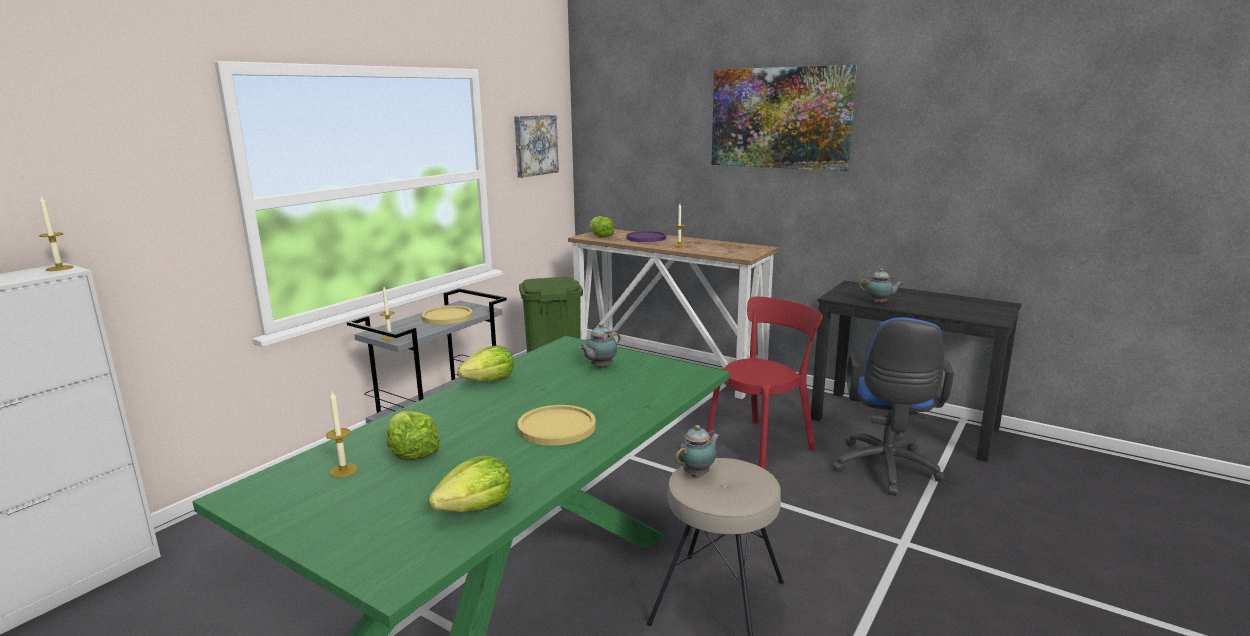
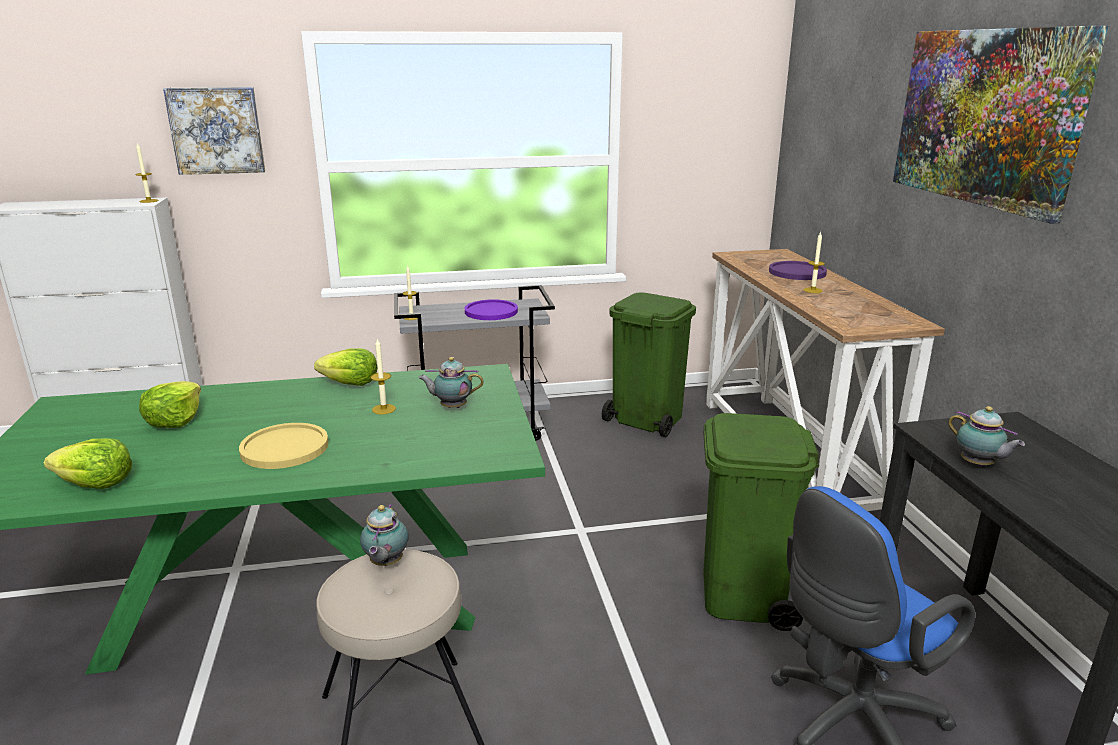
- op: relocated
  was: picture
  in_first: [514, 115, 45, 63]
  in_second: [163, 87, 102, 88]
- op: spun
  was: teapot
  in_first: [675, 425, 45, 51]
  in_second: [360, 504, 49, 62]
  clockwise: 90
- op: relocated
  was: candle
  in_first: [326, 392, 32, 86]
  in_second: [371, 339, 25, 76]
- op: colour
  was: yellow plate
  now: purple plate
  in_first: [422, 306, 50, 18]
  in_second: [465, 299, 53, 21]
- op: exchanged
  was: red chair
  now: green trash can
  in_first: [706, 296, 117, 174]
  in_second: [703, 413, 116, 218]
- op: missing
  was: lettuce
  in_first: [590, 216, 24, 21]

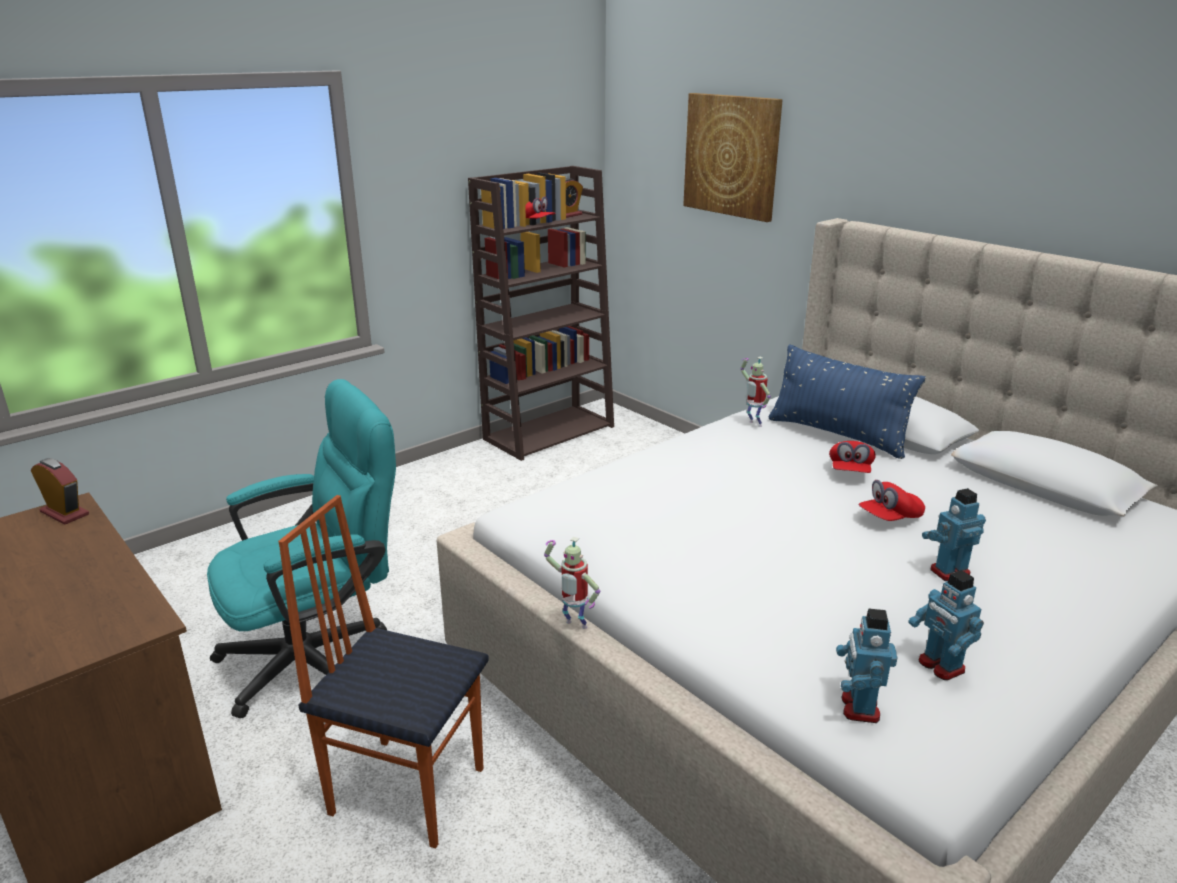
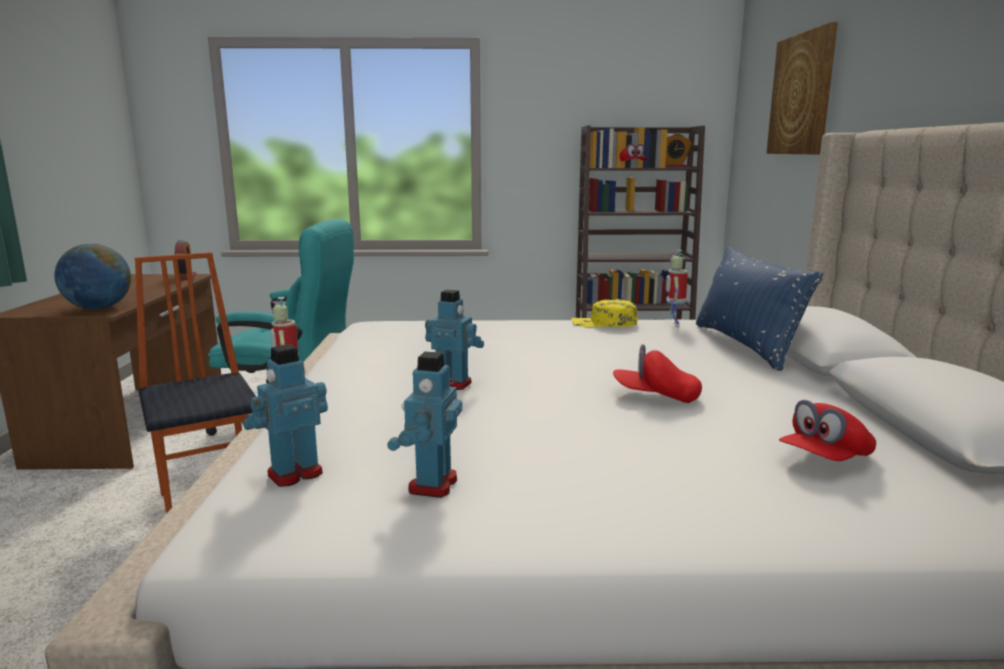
- op: appeared
  now: globe
  in_second: [54, 244, 77, 66]
- op: relocated
  was: toy robot
  in_first: [922, 488, 64, 93]
  in_second: [425, 289, 59, 101]
- op: appeared
  now: yellow cap
  in_second: [571, 299, 66, 28]
- op: relocated
  was: red cap
  in_first: [829, 441, 47, 32]
  in_second: [779, 400, 97, 61]

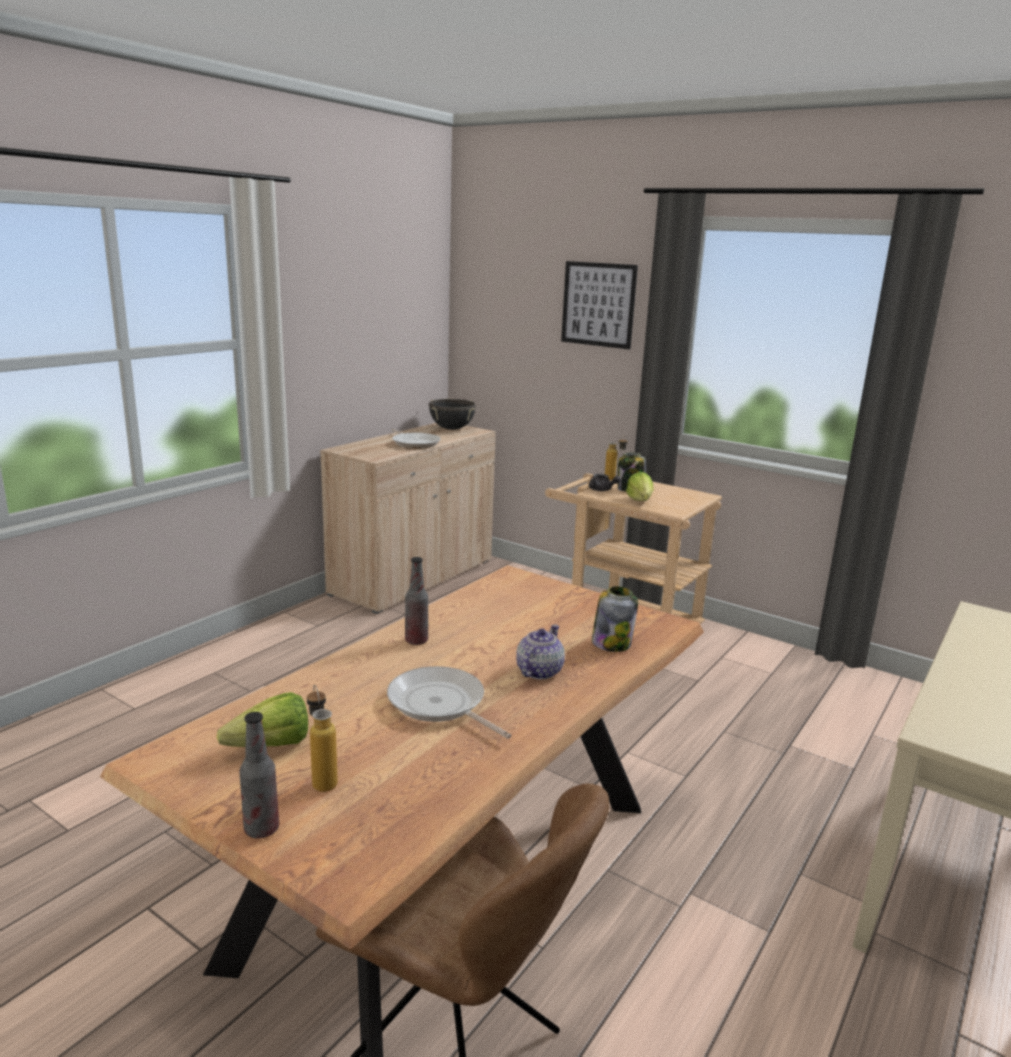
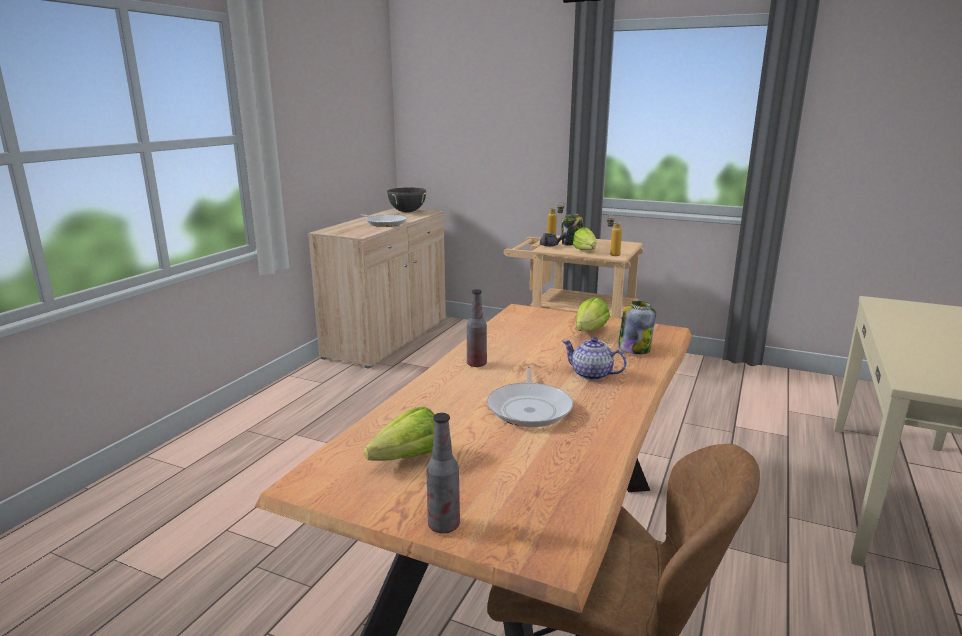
- op: spun
  was: frying pan
  in_first: [387, 666, 125, 73]
  in_second: [487, 366, 86, 61]
  clockwise: -120
- op: spun
  was: teapot
  in_first: [516, 625, 49, 54]
  in_second: [562, 337, 65, 44]
  clockwise: -75
- op: appeared
  now: lettuce
  in_second: [576, 297, 34, 34]
- op: relocated
  was: bottle
  in_first: [307, 685, 31, 107]
  in_second: [607, 214, 15, 42]
- op: missing
  was: picture
  in_first: [561, 261, 77, 88]

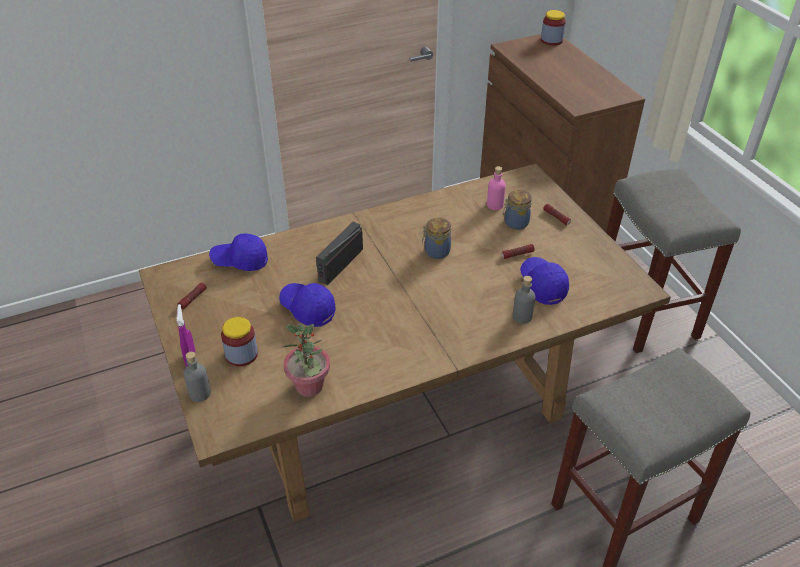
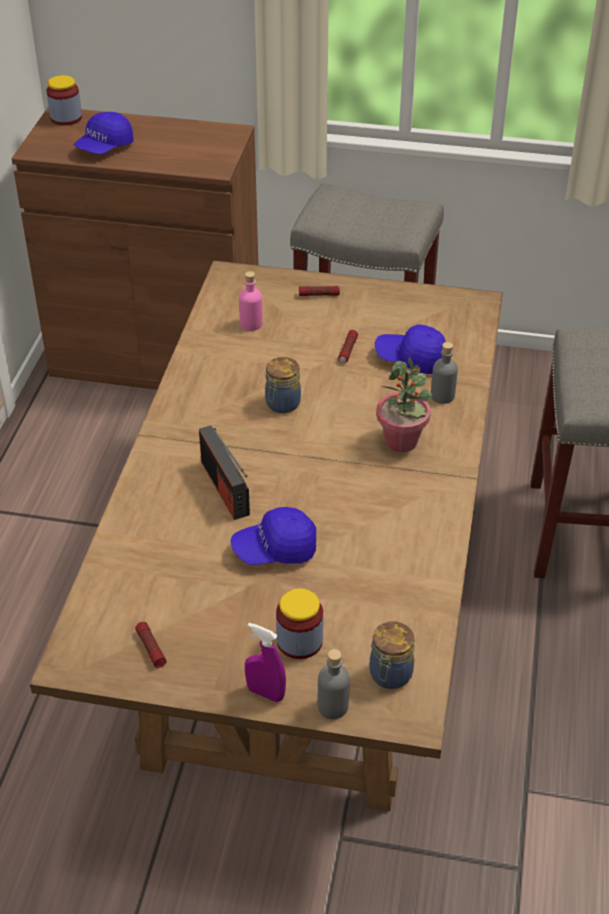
- op: relocated
  was: blue cap
  in_first: [209, 233, 59, 38]
  in_second: [74, 112, 60, 42]
- op: relocated
  was: jar
  in_first: [503, 190, 29, 40]
  in_second: [369, 621, 45, 68]
- op: relocated
  was: potted plant
  in_first: [281, 324, 49, 73]
  in_second: [376, 358, 56, 94]

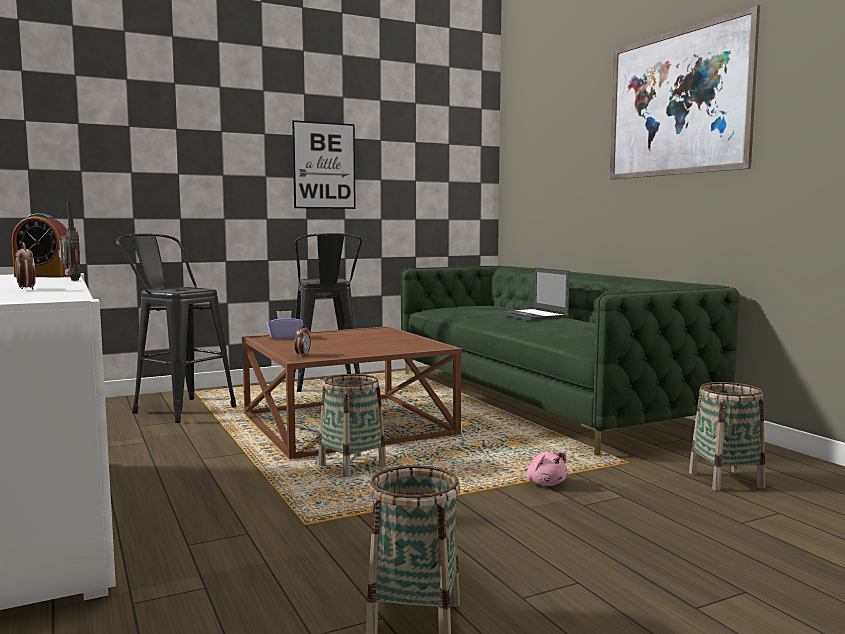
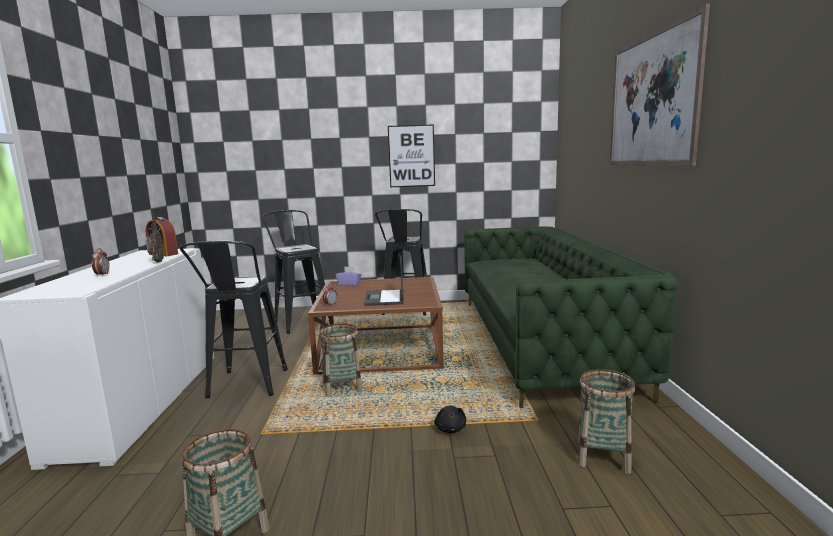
- op: appeared
  now: black stool
  in_second: [180, 241, 108, 157]
- op: relocated
  was: laptop
  in_first: [499, 267, 71, 53]
  in_second: [364, 255, 40, 51]
- op: colour
  was: pink plush toy
  now: black plush toy
  in_first: [525, 451, 43, 35]
  in_second: [435, 405, 31, 28]

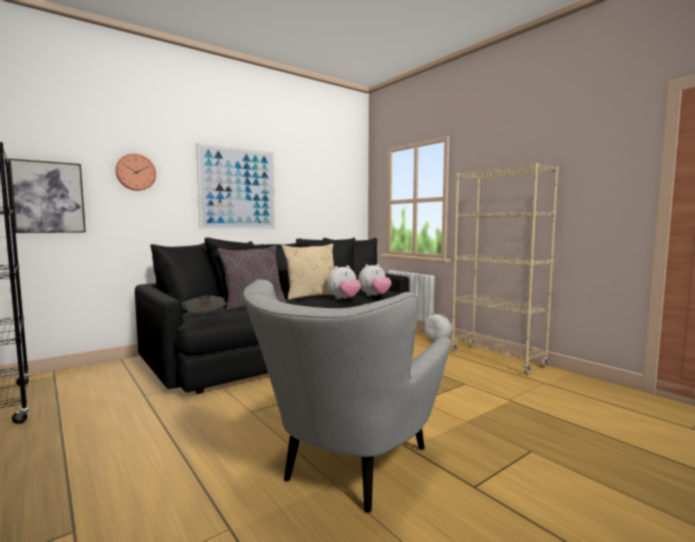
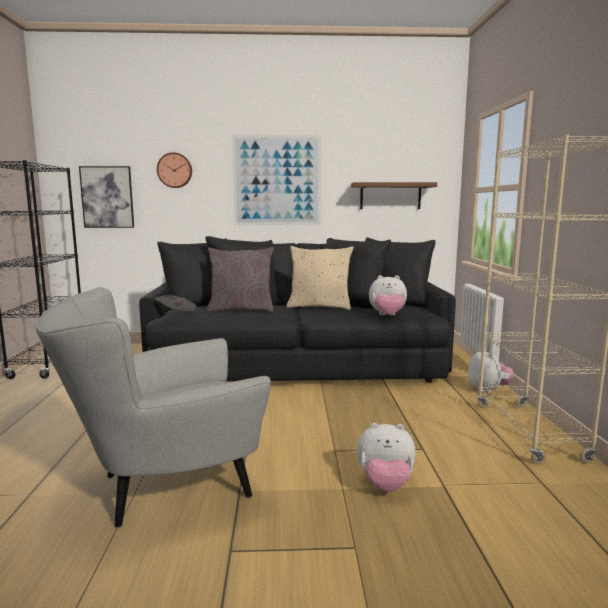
- op: appeared
  now: brown shelf
  in_second: [351, 182, 86, 27]
- op: relocated
  was: plush toy
  in_first: [327, 265, 34, 34]
  in_second: [357, 423, 58, 69]

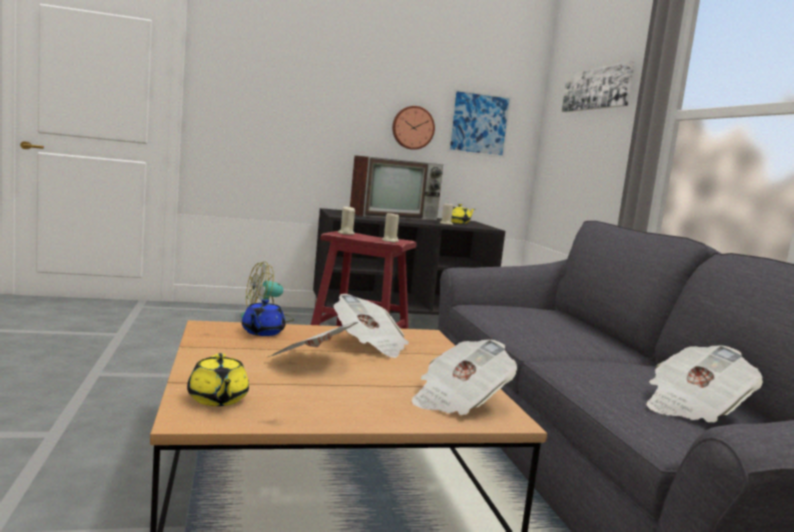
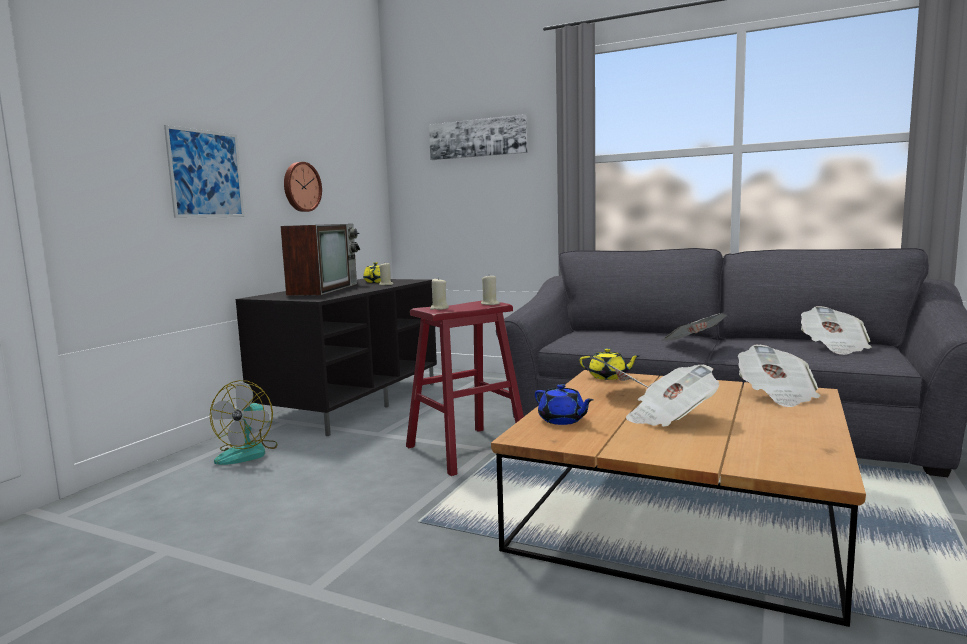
- op: relocated
  was: picture
  in_first: [447, 89, 65, 69]
  in_second: [164, 125, 80, 93]
- op: relocated
  was: yellow teapot
  in_first: [187, 353, 62, 53]
  in_second: [579, 348, 62, 32]
- op: appeared
  now: newspaper
  in_second: [662, 313, 65, 28]

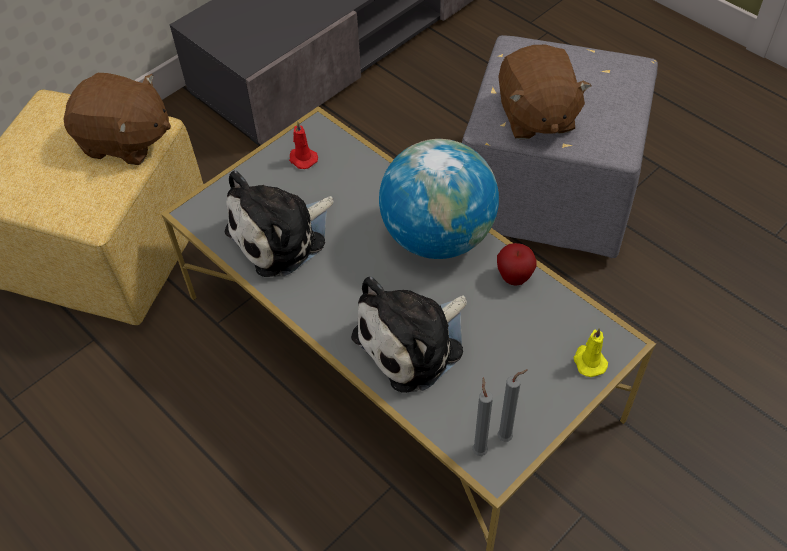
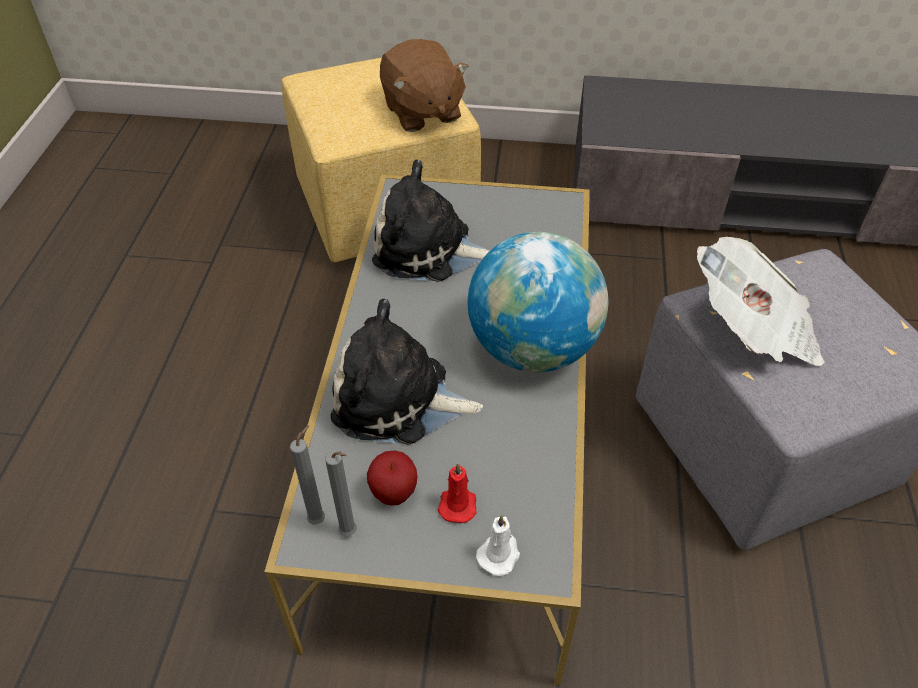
- op: relocated
  was: apple
  in_first: [497, 243, 40, 43]
  in_second: [367, 450, 50, 56]
- op: relocated
  was: red candle
  in_first: [289, 121, 29, 48]
  in_second: [438, 463, 39, 60]
- op: colour
  was: yellow candle
  now: white candle
  in_first: [574, 328, 34, 49]
  in_second: [476, 515, 44, 61]
- op: exchanged
  was: brown plush toy
  now: newspaper
  in_first: [498, 45, 93, 95]
  in_second: [697, 237, 128, 129]

